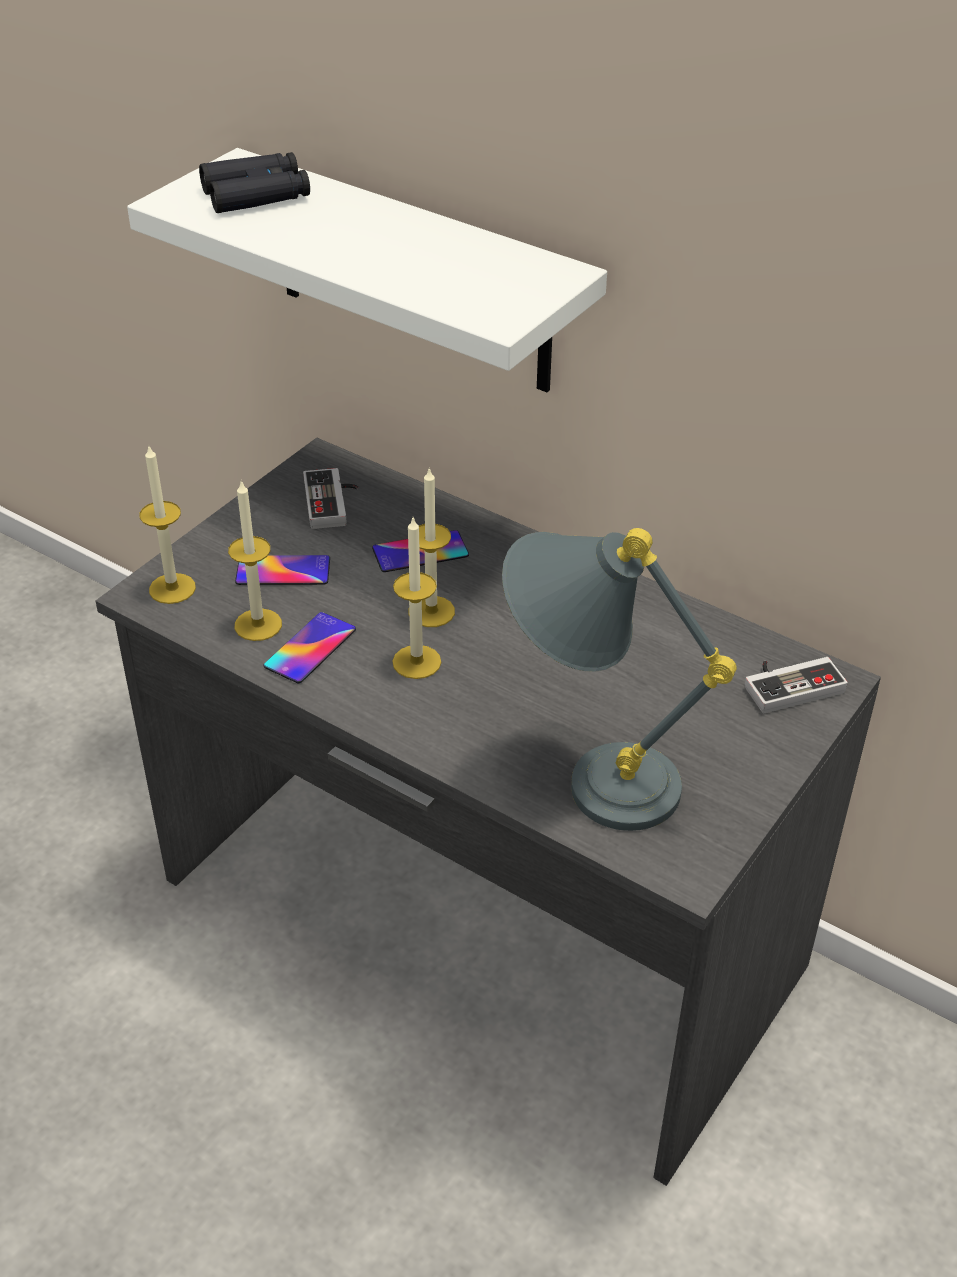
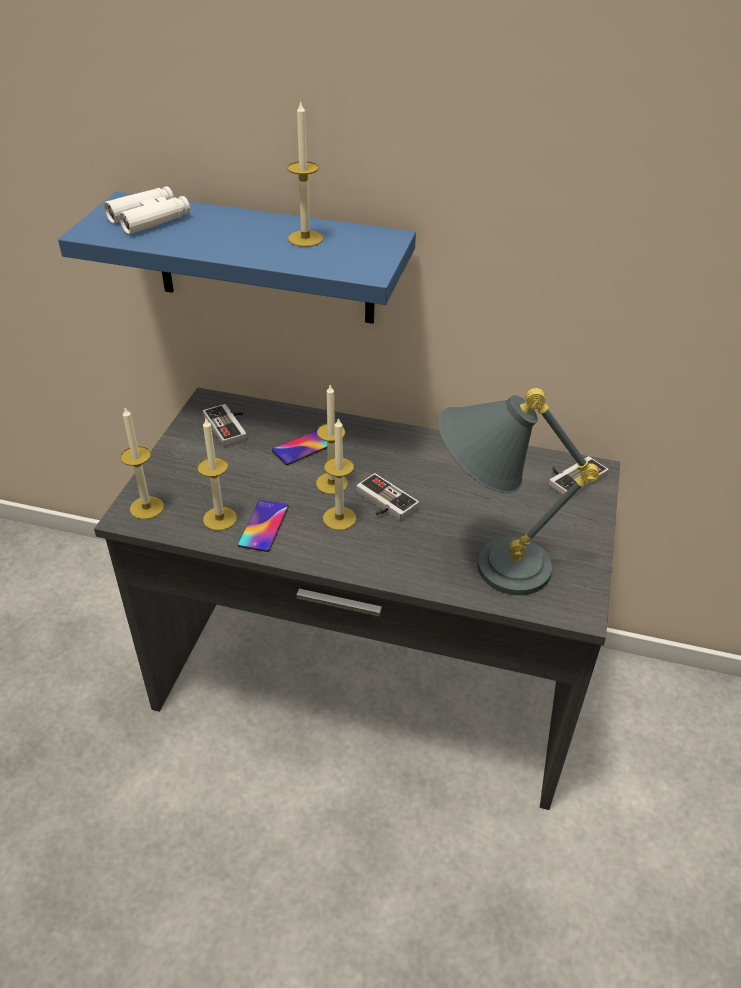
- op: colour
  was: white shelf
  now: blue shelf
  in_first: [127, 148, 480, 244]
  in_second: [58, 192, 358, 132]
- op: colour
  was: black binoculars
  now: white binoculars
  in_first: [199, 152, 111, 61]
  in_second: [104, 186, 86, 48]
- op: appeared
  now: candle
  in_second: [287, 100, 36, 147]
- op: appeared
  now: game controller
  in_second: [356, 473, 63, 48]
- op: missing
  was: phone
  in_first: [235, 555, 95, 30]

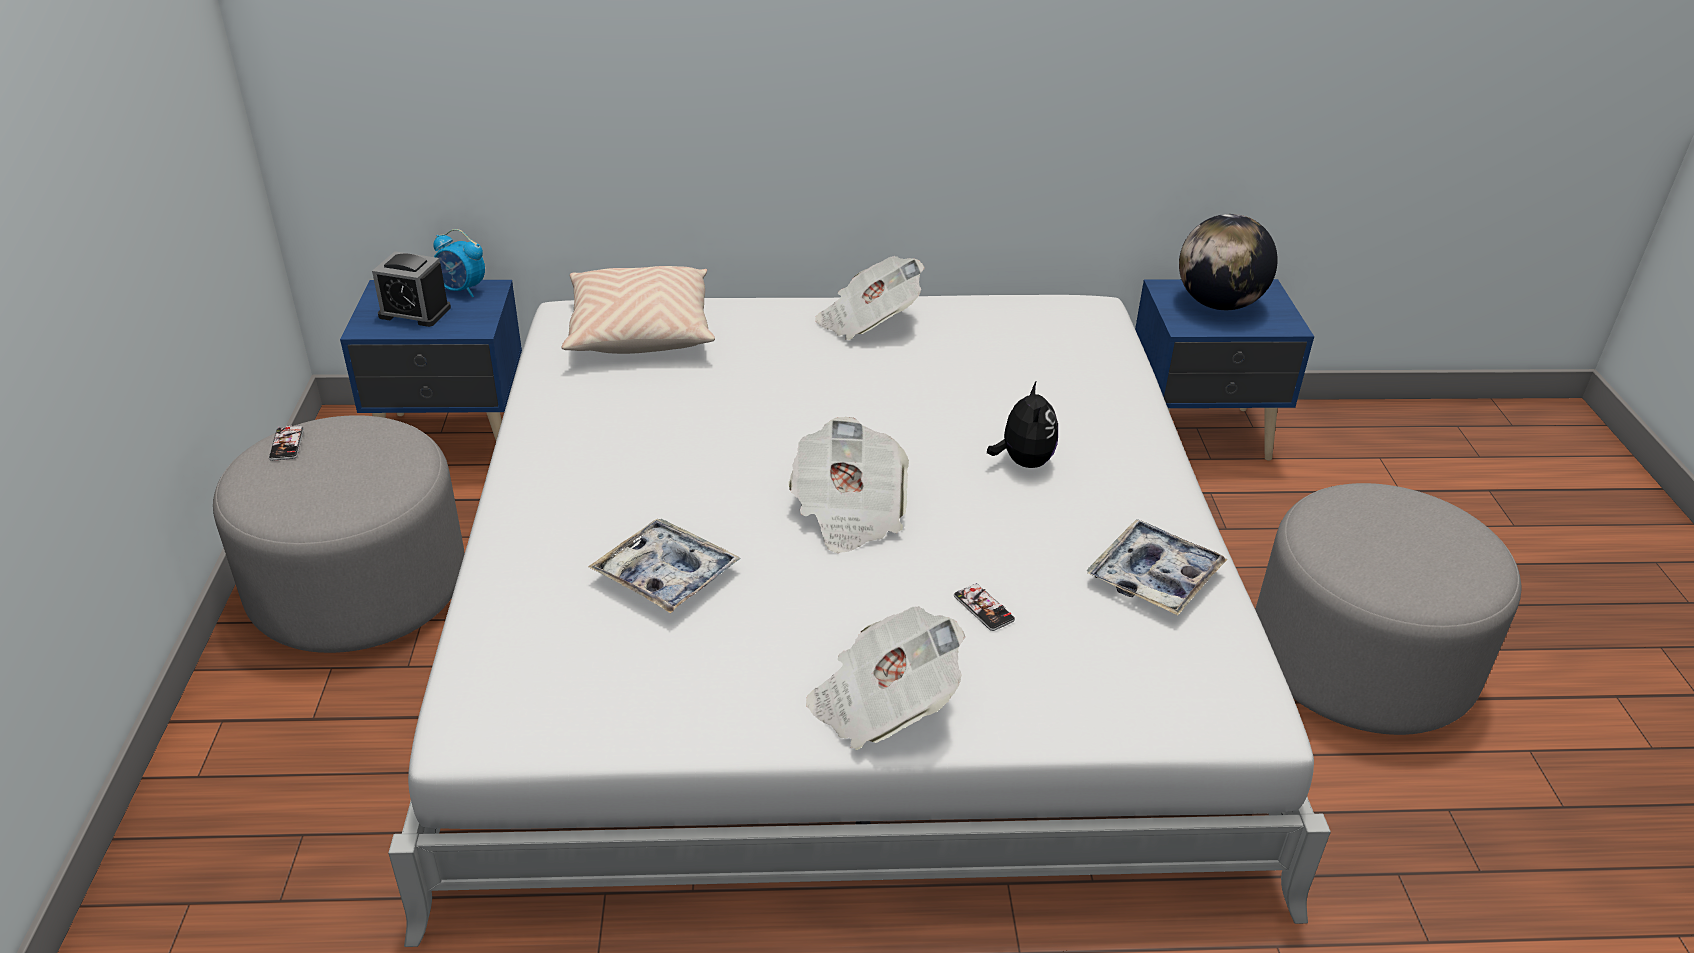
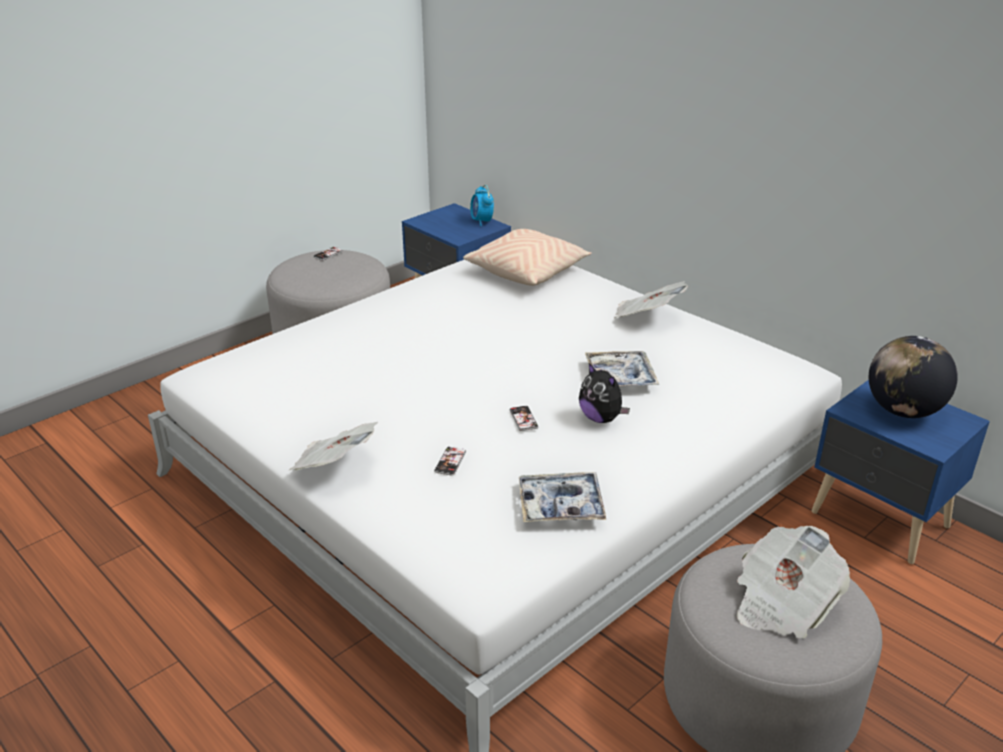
- op: appeared
  now: phone
  in_second: [509, 406, 29, 25]
- op: spun
  was: plush toy
  in_first: [987, 380, 71, 88]
  in_second: [579, 363, 51, 60]
  clockwise: 90
- op: relocated
  was: tray
  in_first: [588, 519, 153, 95]
  in_second: [585, 351, 74, 35]
- op: relocated
  was: newspaper
  in_first: [788, 417, 121, 136]
  in_second: [737, 526, 113, 113]
- op: missing
  was: alarm clock
  in_first: [372, 251, 79, 76]

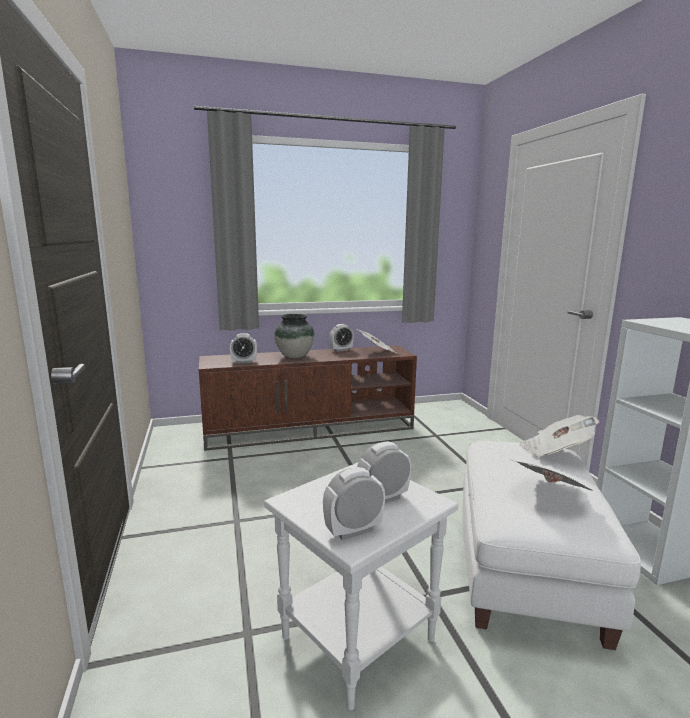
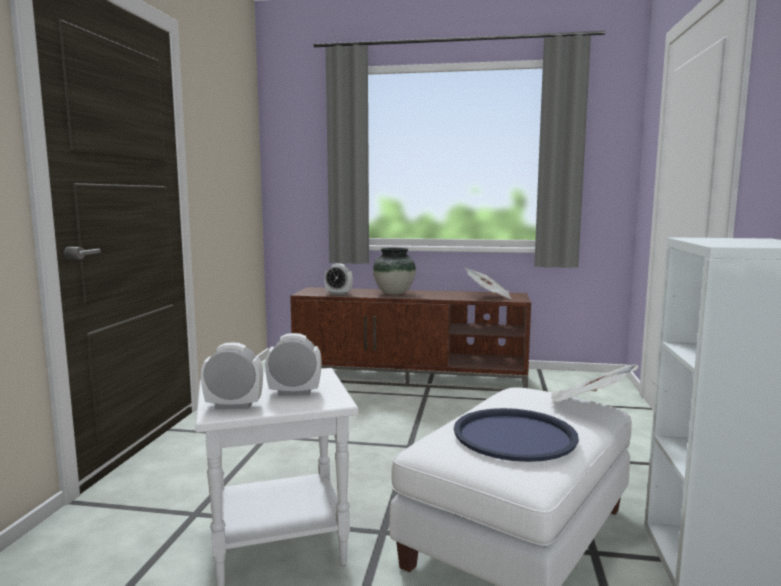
- op: exchanged
  was: newspaper
  now: blue tray
  in_first: [510, 459, 83, 32]
  in_second: [454, 408, 125, 54]
- op: missing
  was: alarm clock
  in_first: [329, 324, 25, 28]

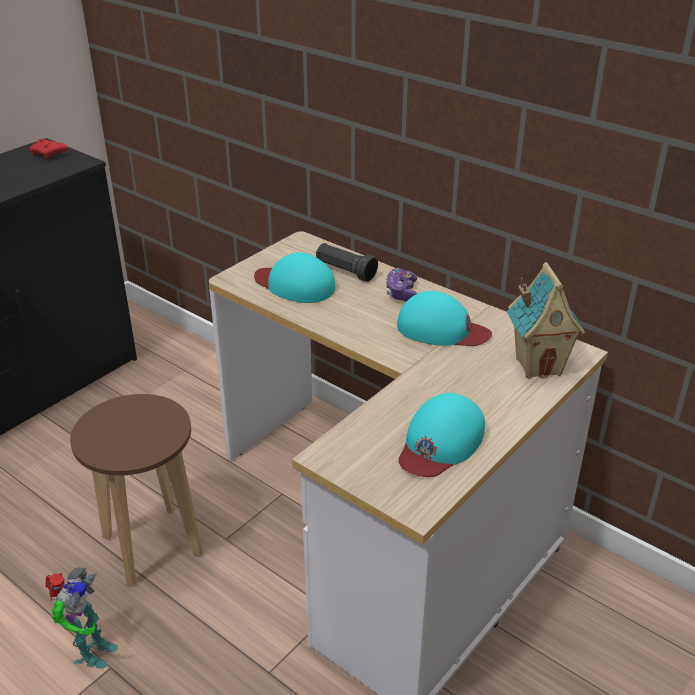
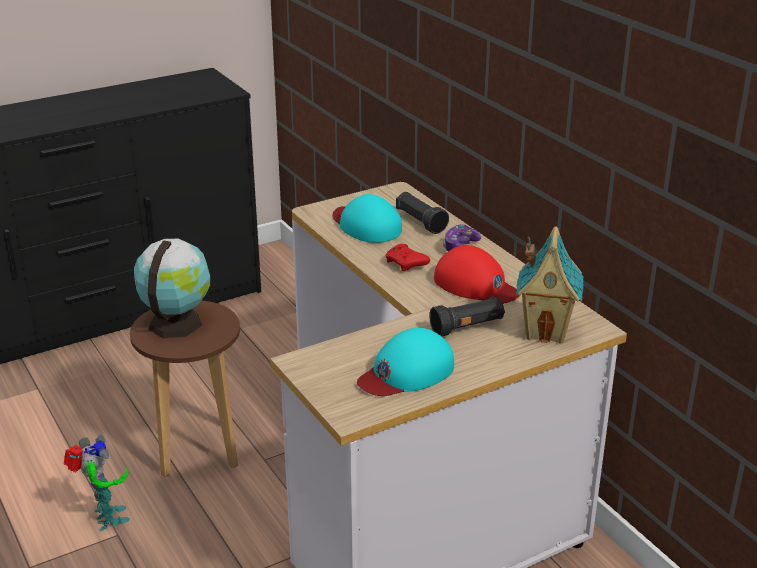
- op: spun
  was: toy robot
  in_first: [46, 567, 72, 102]
  in_second: [64, 435, 66, 96]
  clockwise: -60
- op: appeared
  now: globe
  in_second: [134, 239, 76, 99]
- op: relocated
  was: red game controller
  in_first: [29, 138, 39, 21]
  in_second: [385, 244, 45, 27]
- op: appeared
  now: black flashlight
  in_second: [429, 297, 76, 39]
- op: colour
  was: turquoise cap
  now: red cap
  in_first: [397, 291, 95, 55]
  in_second: [434, 245, 86, 59]

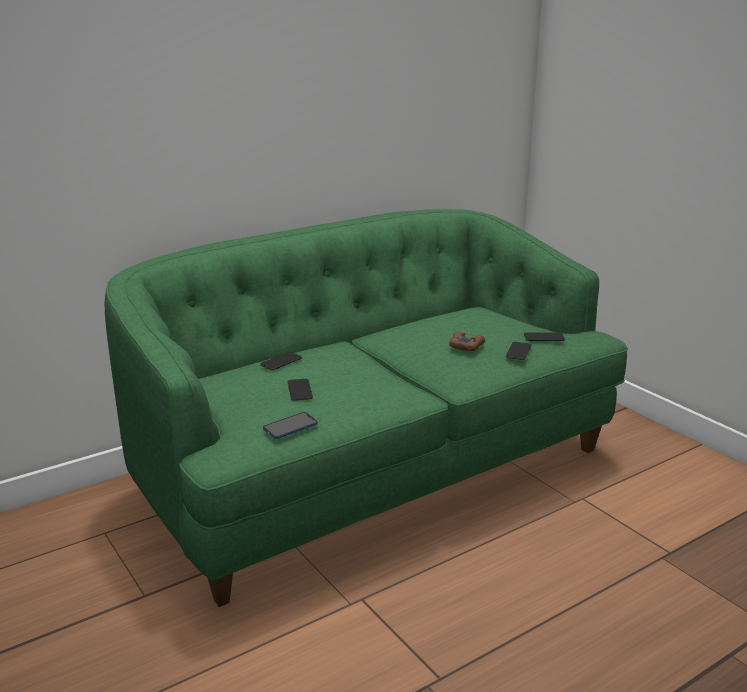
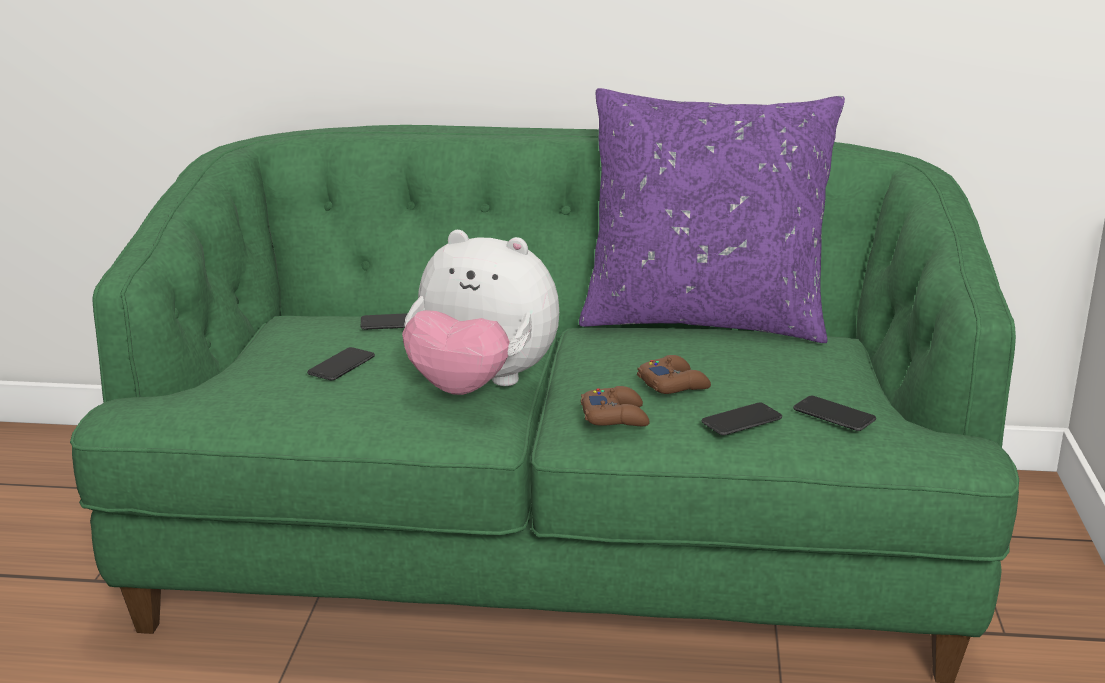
- op: appeared
  now: plush toy
  in_second: [402, 230, 157, 165]
- op: appeared
  now: purple pillow
  in_second: [579, 88, 266, 255]
- op: appeared
  now: brown game controller
  in_second: [581, 386, 69, 40]
- op: missing
  was: phone
  in_first: [263, 412, 55, 27]

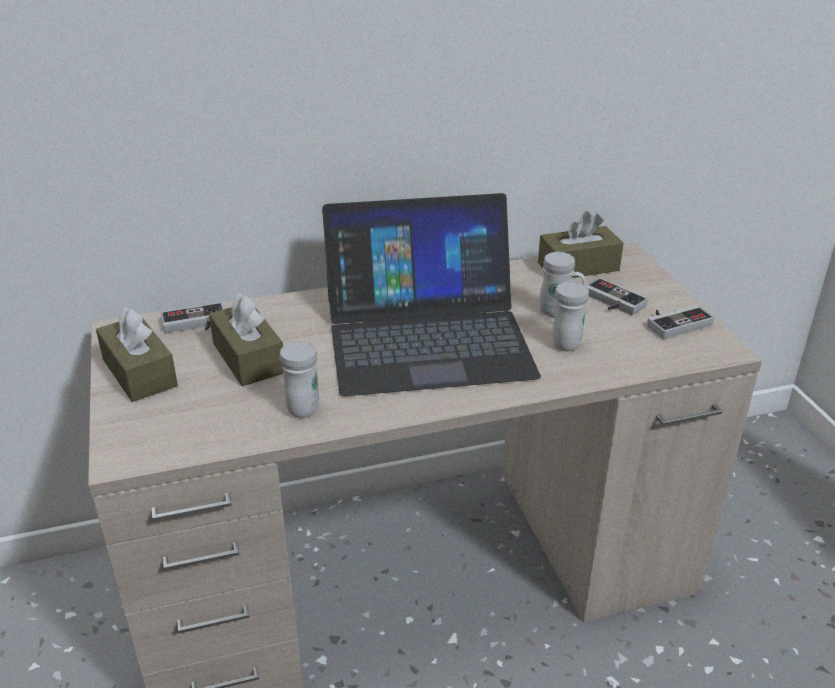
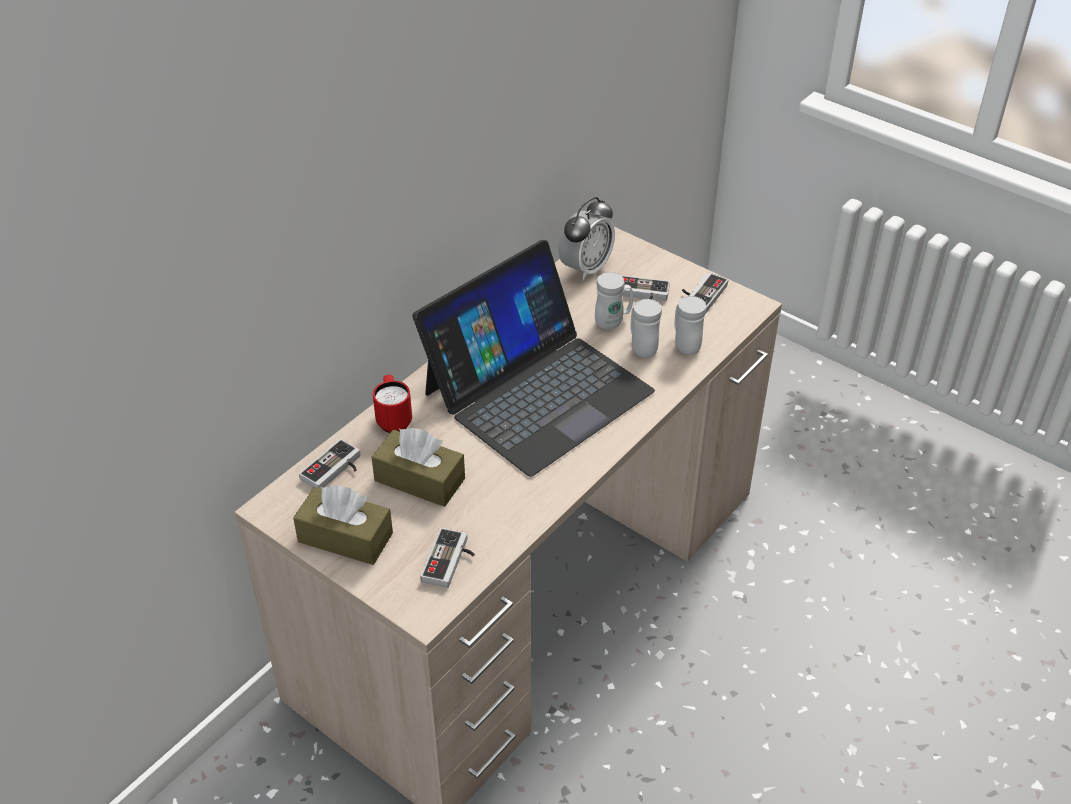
- op: appeared
  now: red mug
  in_second: [373, 375, 39, 58]
- op: appeared
  now: game controller
  in_second: [421, 528, 54, 60]
- op: exchanged
  was: brown tissue box
  now: alarm clock
  in_first: [538, 211, 86, 67]
  in_second: [558, 197, 57, 84]
- op: relocated
  was: white mug
  in_first: [280, 341, 39, 77]
  in_second: [674, 296, 33, 59]

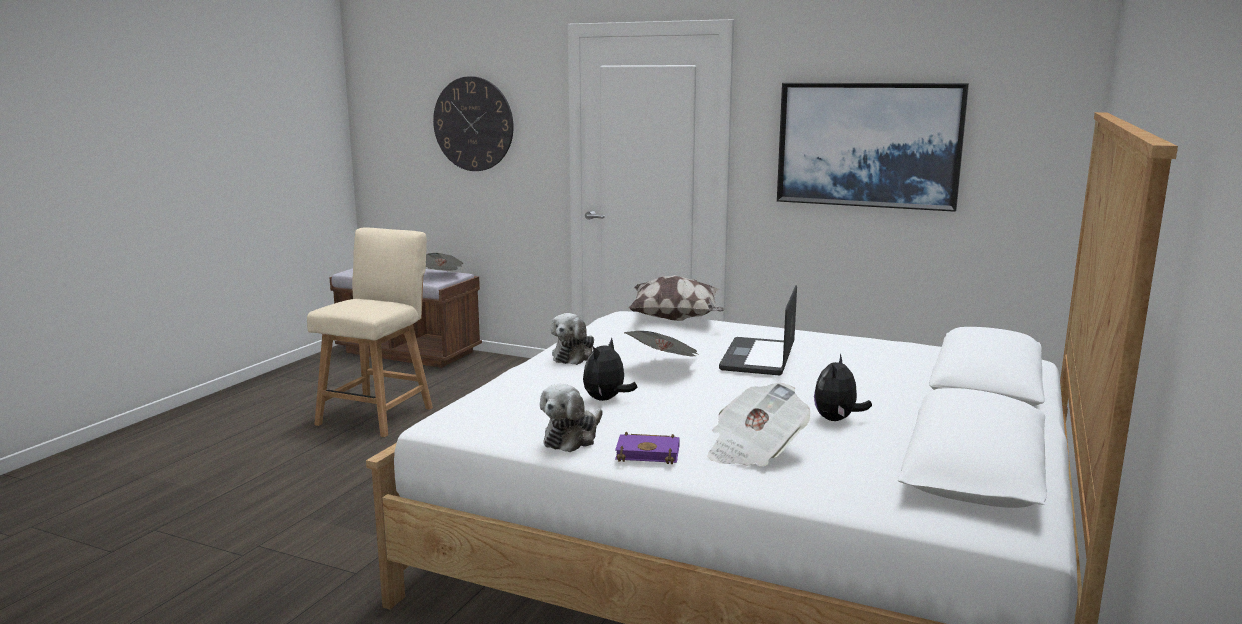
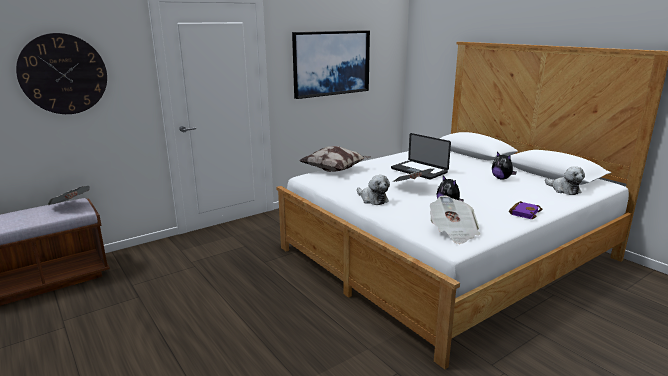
- op: relocated
  was: newspaper
  in_first: [708, 383, 102, 84]
  in_second: [430, 195, 50, 49]
- op: relocated
  was: plush toy
  in_first: [540, 384, 62, 68]
  in_second: [545, 166, 40, 29]
- op: missing
  was: beige chair
  in_first: [307, 228, 126, 209]

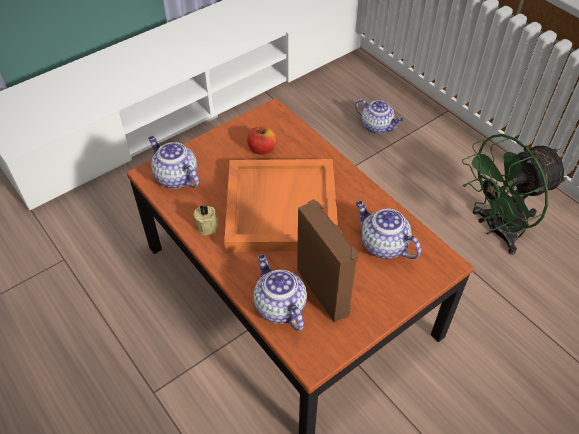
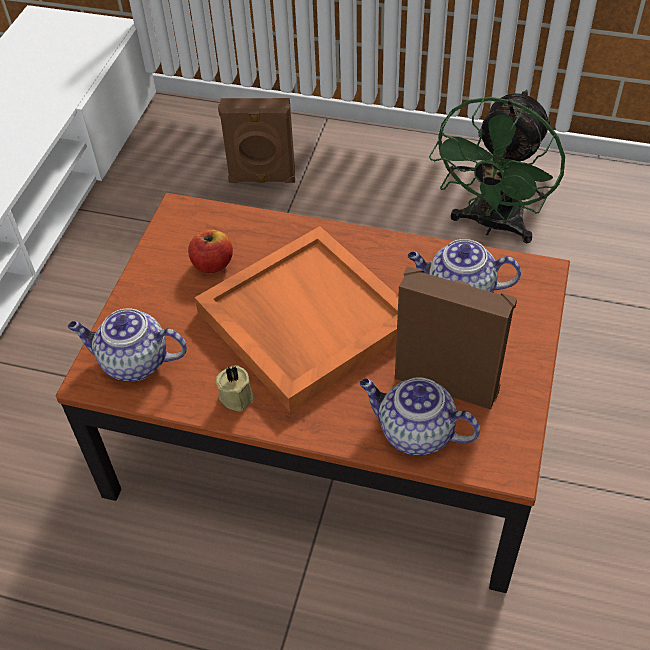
- op: exchanged
  was: teapot
  now: brown speaker
  in_first: [355, 99, 48, 35]
  in_second: [218, 98, 77, 85]

